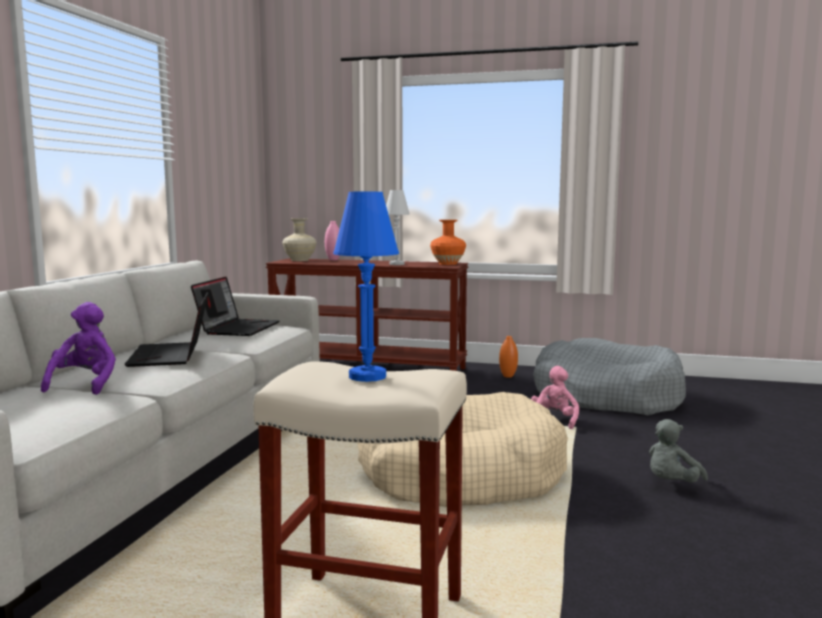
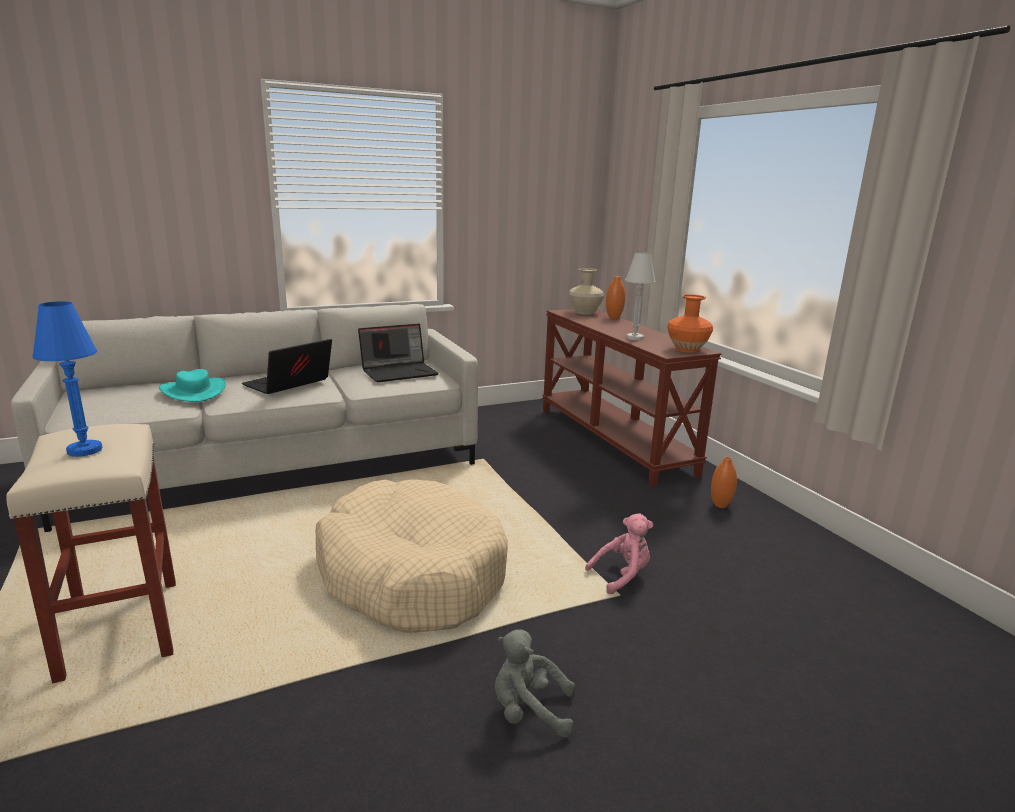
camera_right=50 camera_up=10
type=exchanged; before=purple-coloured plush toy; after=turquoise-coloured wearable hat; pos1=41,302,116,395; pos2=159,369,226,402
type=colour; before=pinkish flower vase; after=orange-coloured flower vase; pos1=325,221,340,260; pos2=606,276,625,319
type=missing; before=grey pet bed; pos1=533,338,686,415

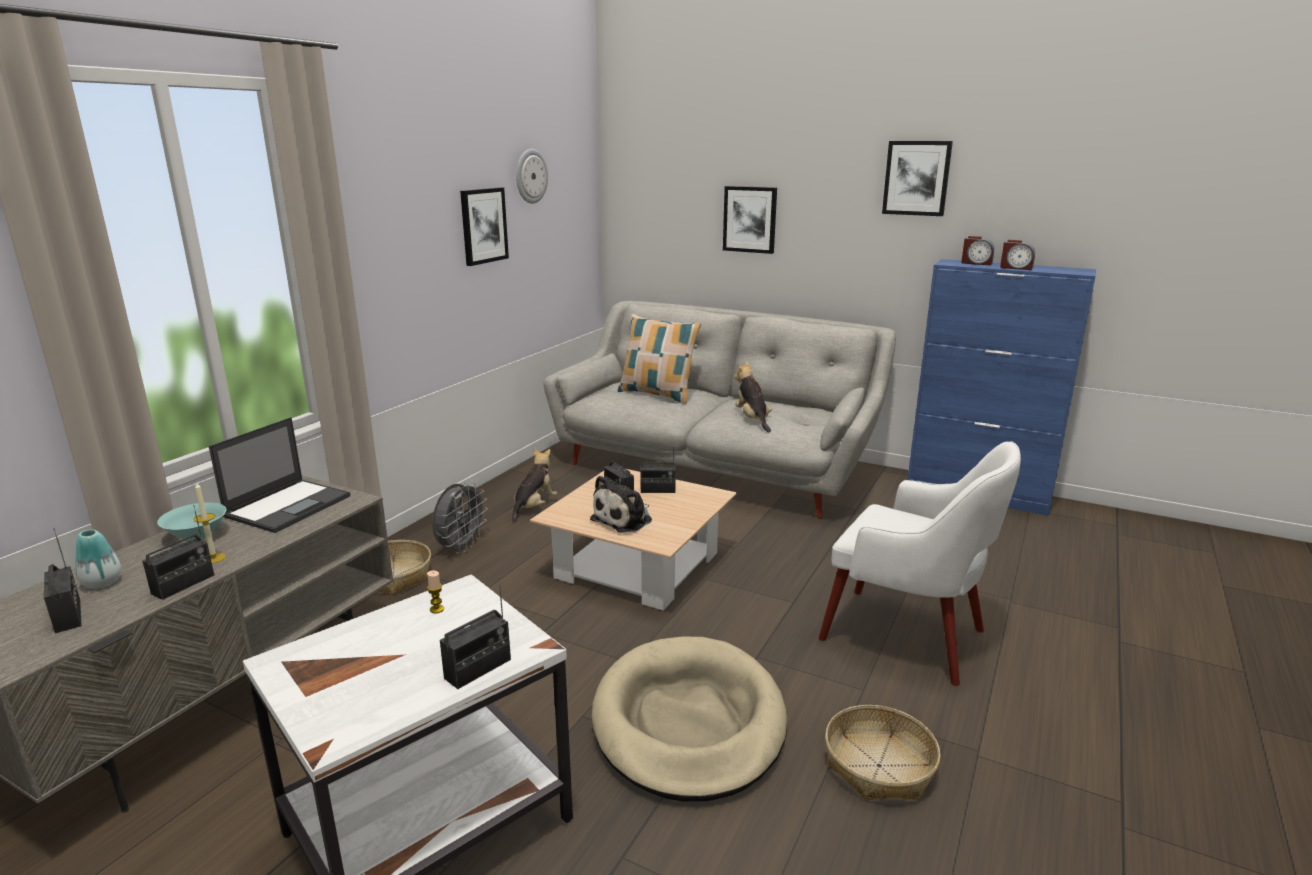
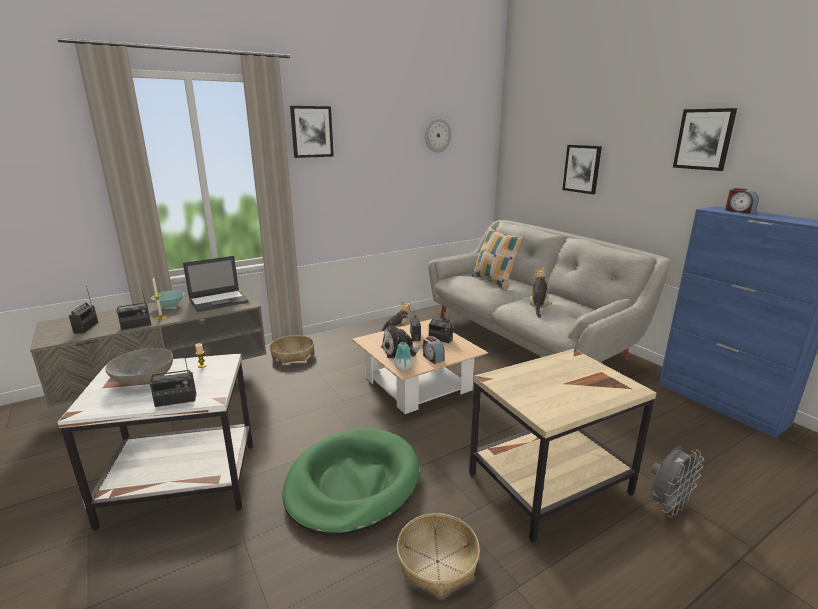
camera_right=30 camera_up=0
type=relocated; before=flower vase; pos1=75,529,121,589; pos2=394,342,412,371
type=relocated; before=grey fan; pos1=432,482,488,554; pos2=651,446,704,518
type=relocated; before=wall picture; pos1=460,187,509,266; pos2=290,106,334,158
type=colour; before=sand-coloured pet bed; after=green-coloured pet bed; pos1=592,637,787,801; pos2=282,428,419,536
type=exchanged; before=white easy chair; after=sand-coloured end table; pos1=819,441,1021,686; pos2=469,349,657,543
type=relocated; before=alarm clock; pos1=1000,240,1035,270; pos2=423,336,445,364
type=appeared; after=grey deep dish; pos2=106,348,173,385

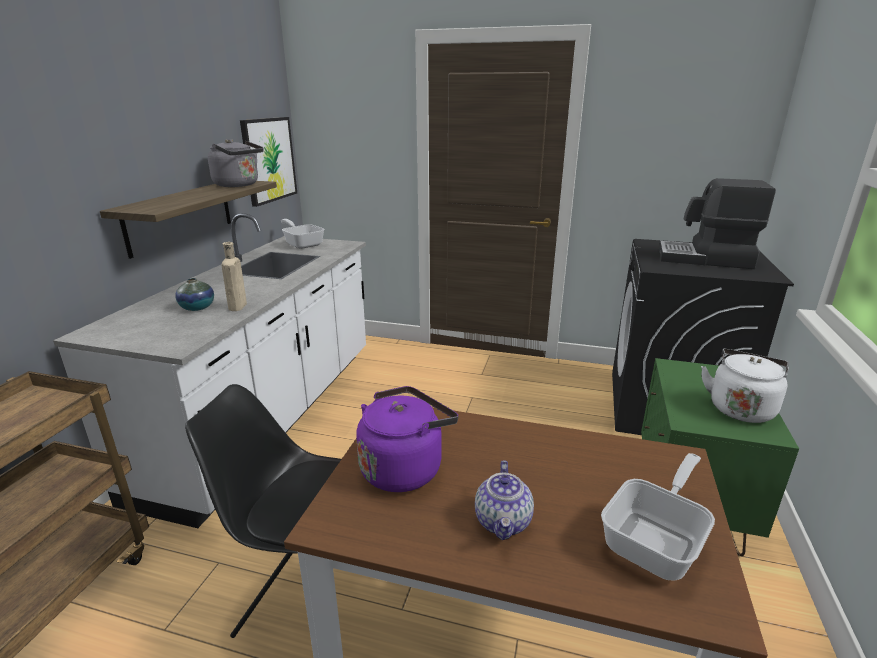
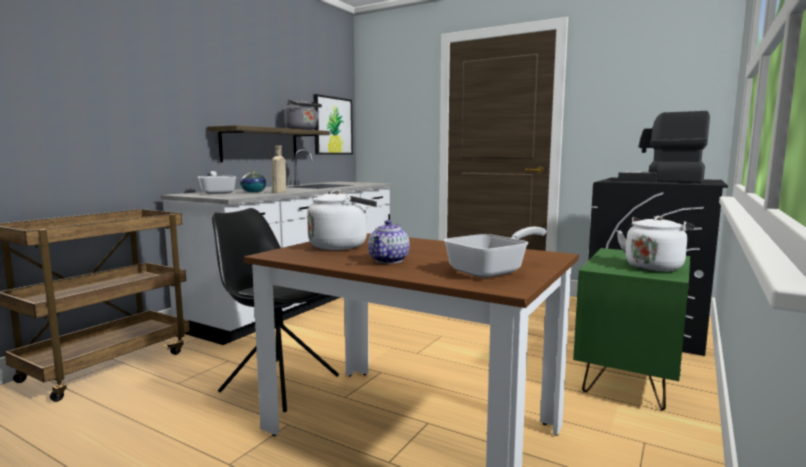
camera_right=15 camera_up=-15
type=relocated; before=skillet; pos1=281,219,325,249; pos2=198,171,236,194
type=colour; before=purple-coloured water kettle; after=white water kettle; pos1=356,386,458,492; pos2=307,190,377,250

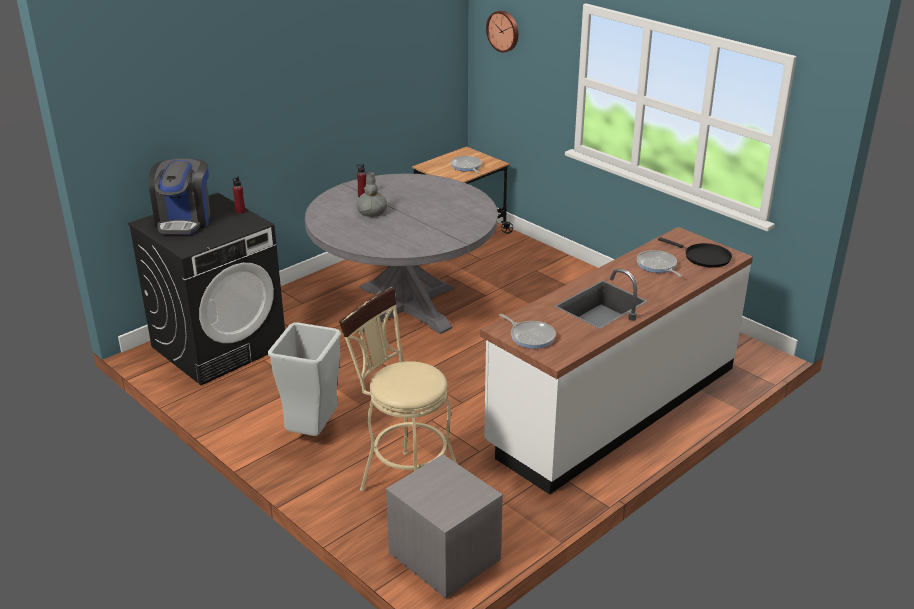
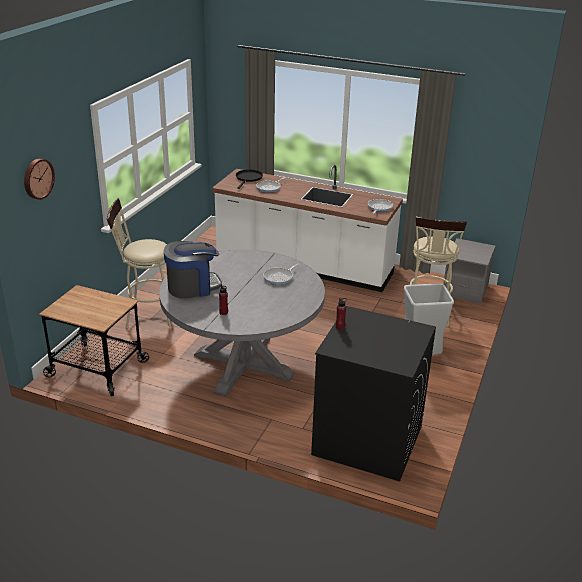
camera_right=-115 camera_up=0
type=relocated; before=coffee brewer; pos1=149,158,210,234; pos2=164,241,222,299
type=missing; before=grey flower vase; pos1=356,172,387,217
type=relocated; before=skillet; pos1=451,156,482,173; pos2=263,264,299,285
type=appeared; after=sand-coloured sitting stool; pos2=107,198,172,329

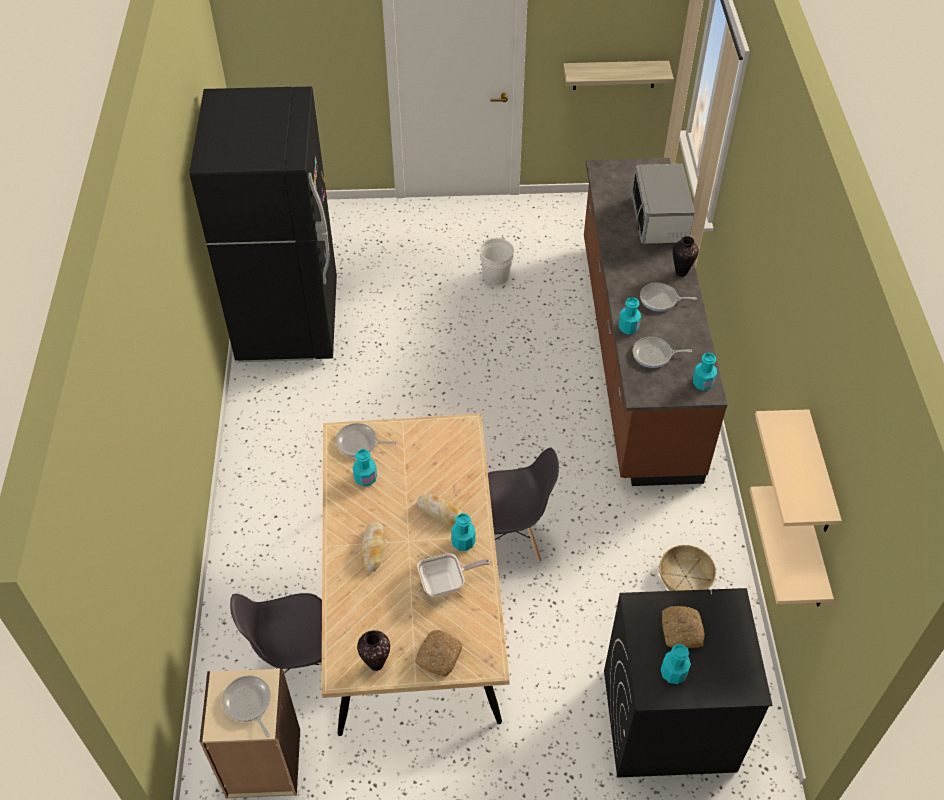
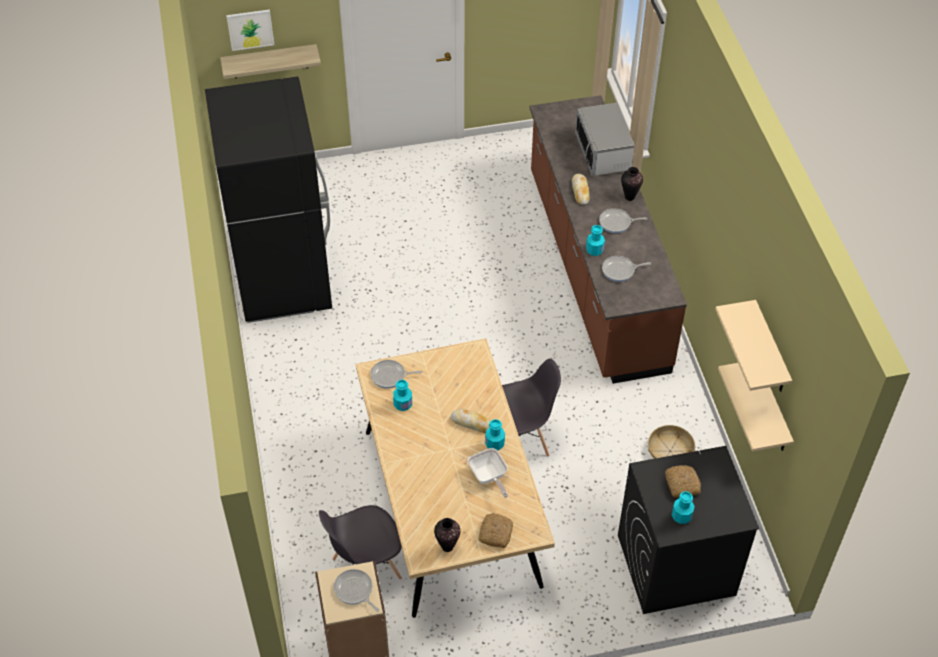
camera_right=-10 camera_up=0
type=relocated; before=baked bread; pos1=361,522,386,572; pos2=572,174,590,205
type=spun; before=skillet; pos1=417,553,490,597; pos2=468,448,508,498; turn=90
type=missing; before=white bucket; pos1=479,236,514,285
type=relocated; before=wall shelf; pos1=563,61,674,90; pos2=220,44,321,79
type=missing; before=turquoise-coloured beverage bottle; pos1=693,353,717,390
type=appeared; after=wall picture; pos2=226,10,274,51

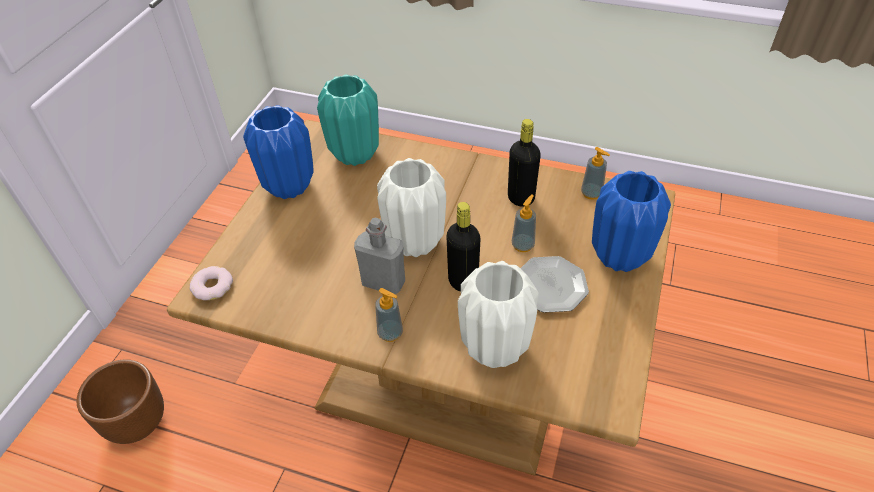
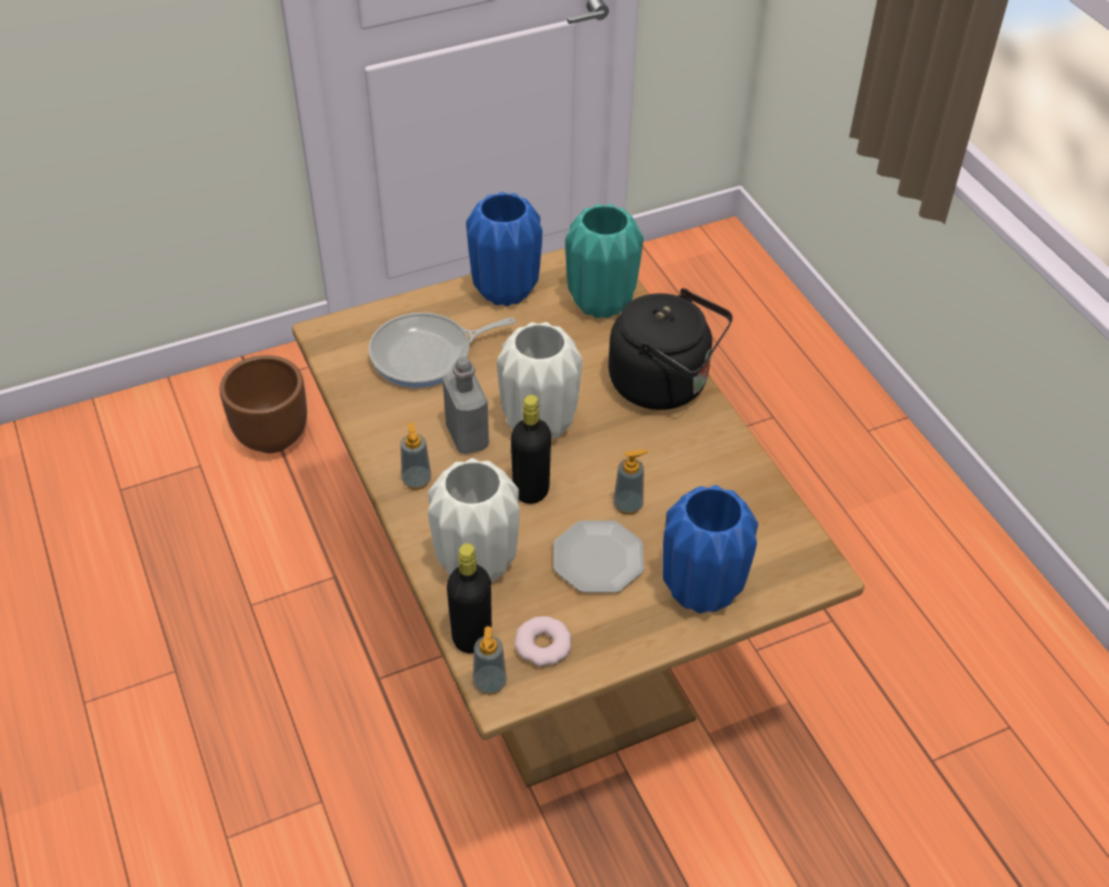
camera_right=45 camera_up=0
type=relocated; before=donut; pos1=190,266,233,300; pos2=515,616,571,667
type=relocated; before=blackish beverage bottle; pos1=508,119,541,207; pos2=447,543,492,653
type=relocated; before=liquid soap bottle; pos1=581,147,610,200; pos2=473,626,507,695
type=appeared; after=skillet; pos2=369,312,516,388
type=appeared; after=blackish water kettle; pos2=608,288,733,410

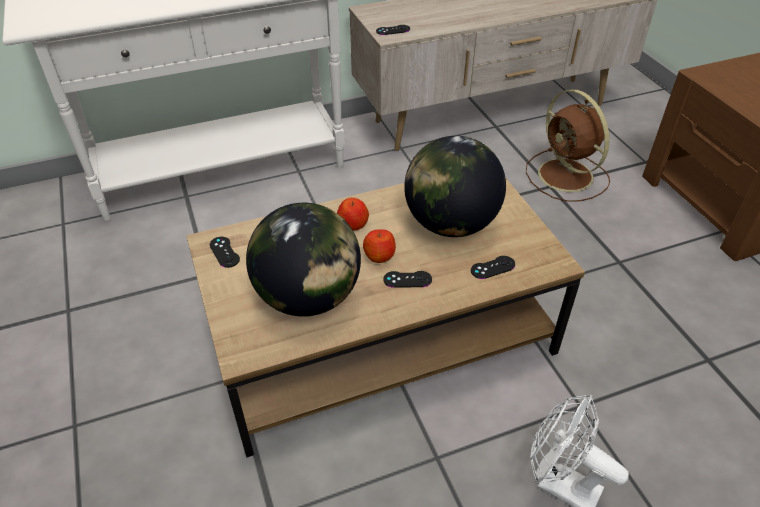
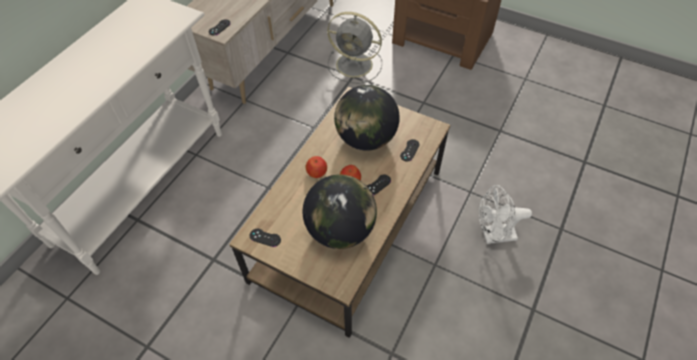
camera_right=-40 camera_up=10
type=colour; before=brown fan; after=grey fan; pos1=526,89,610,202; pos2=327,12,382,84

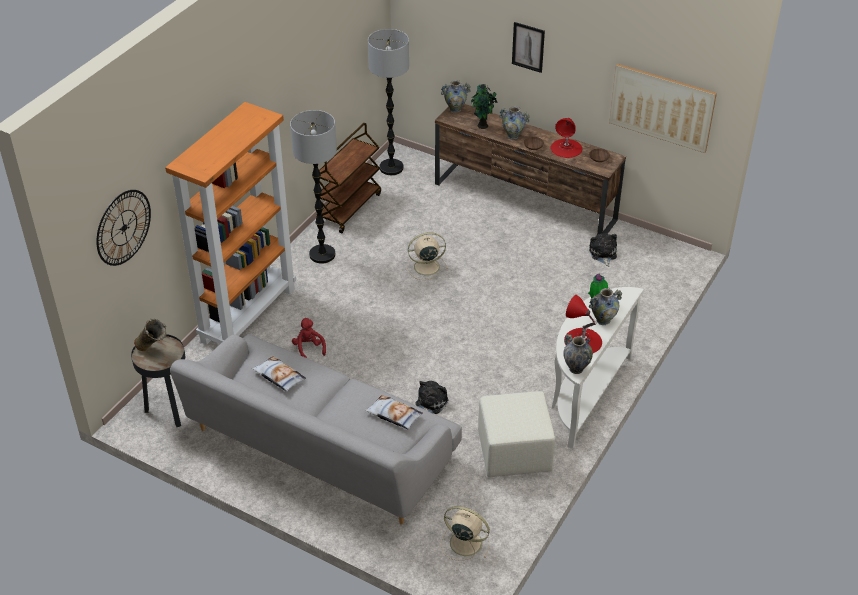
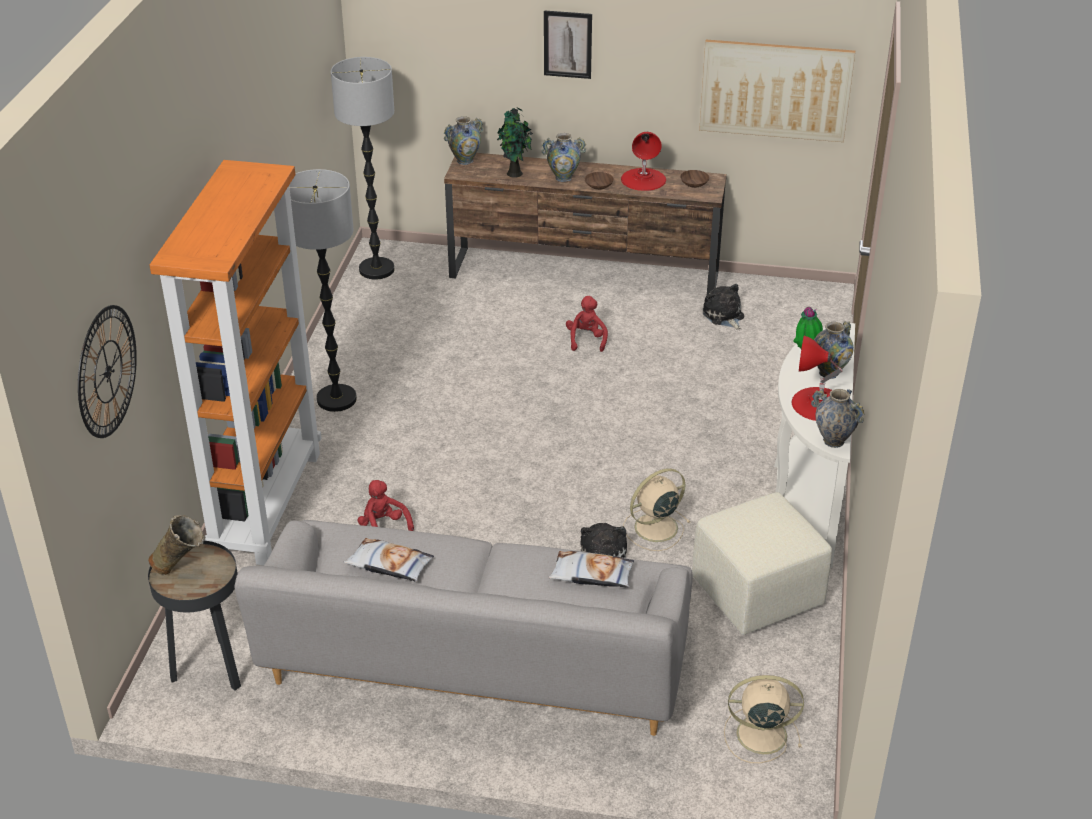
camera_right=-20 camera_up=-5
type=missing; before=brown wheeled cart; pos1=316,123,381,233
type=relocated; before=sand-coloured fan; pos1=407,232,448,280; pos2=623,468,691,551
type=appeared; after=red-coloured plush toy; pos2=566,296,608,352

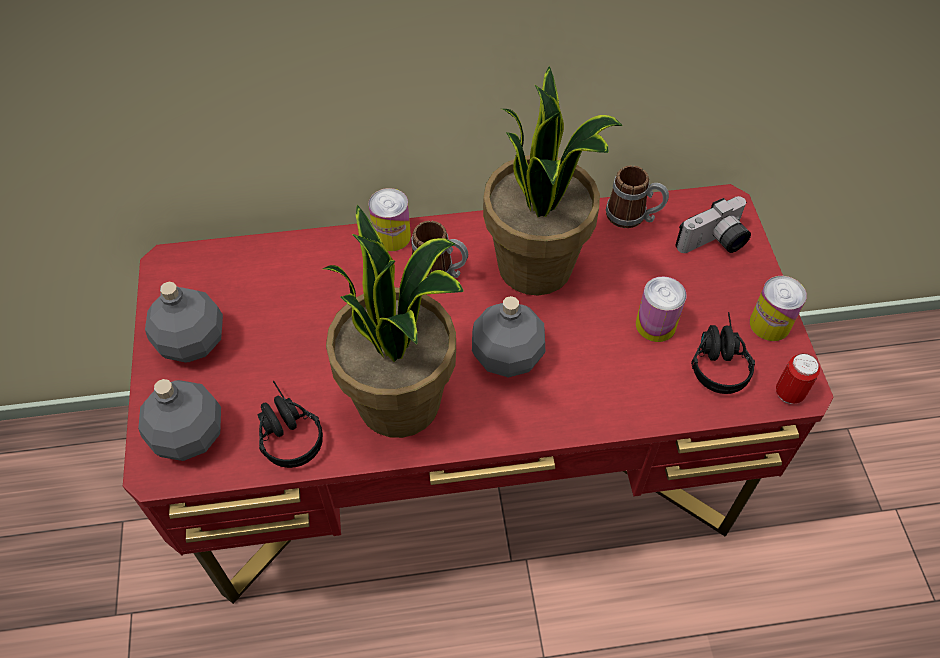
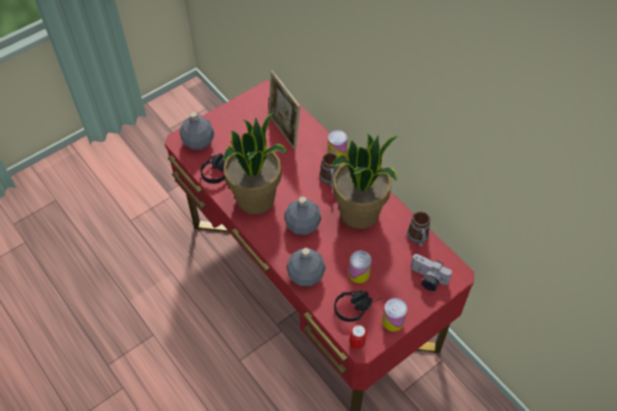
camera_right=60 camera_up=0
type=relocated; before=grey beverage bottle; pos1=145,282,223,363; pos2=287,248,326,286
type=appeared; after=photo frame; pos2=268,70,301,150

